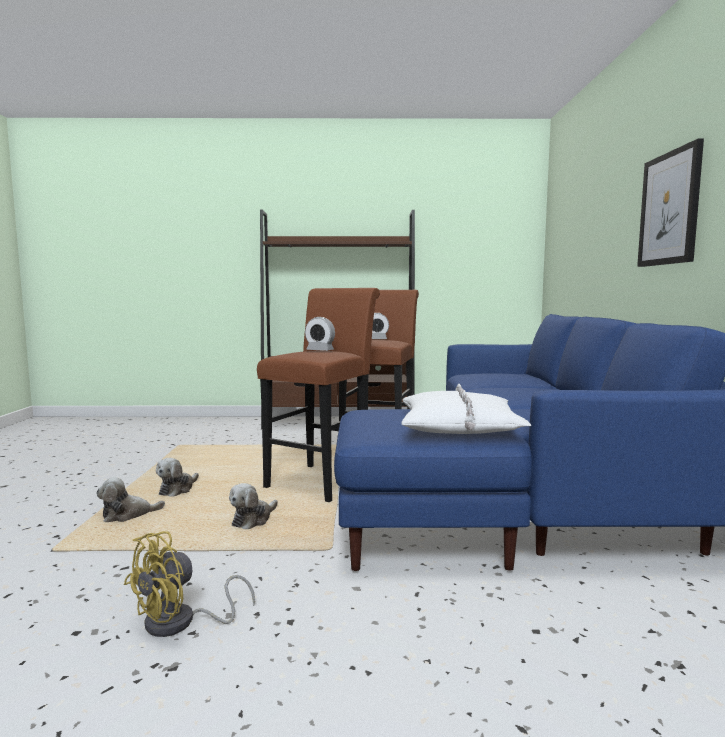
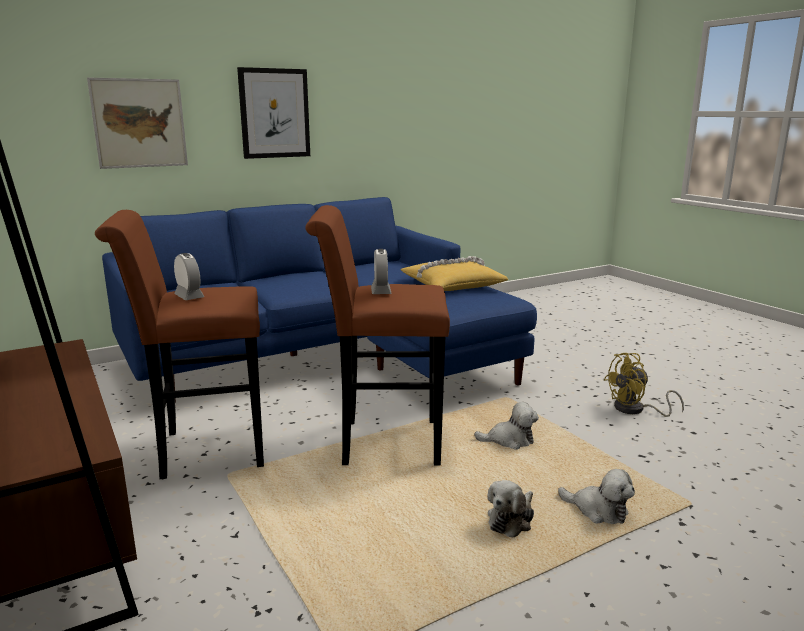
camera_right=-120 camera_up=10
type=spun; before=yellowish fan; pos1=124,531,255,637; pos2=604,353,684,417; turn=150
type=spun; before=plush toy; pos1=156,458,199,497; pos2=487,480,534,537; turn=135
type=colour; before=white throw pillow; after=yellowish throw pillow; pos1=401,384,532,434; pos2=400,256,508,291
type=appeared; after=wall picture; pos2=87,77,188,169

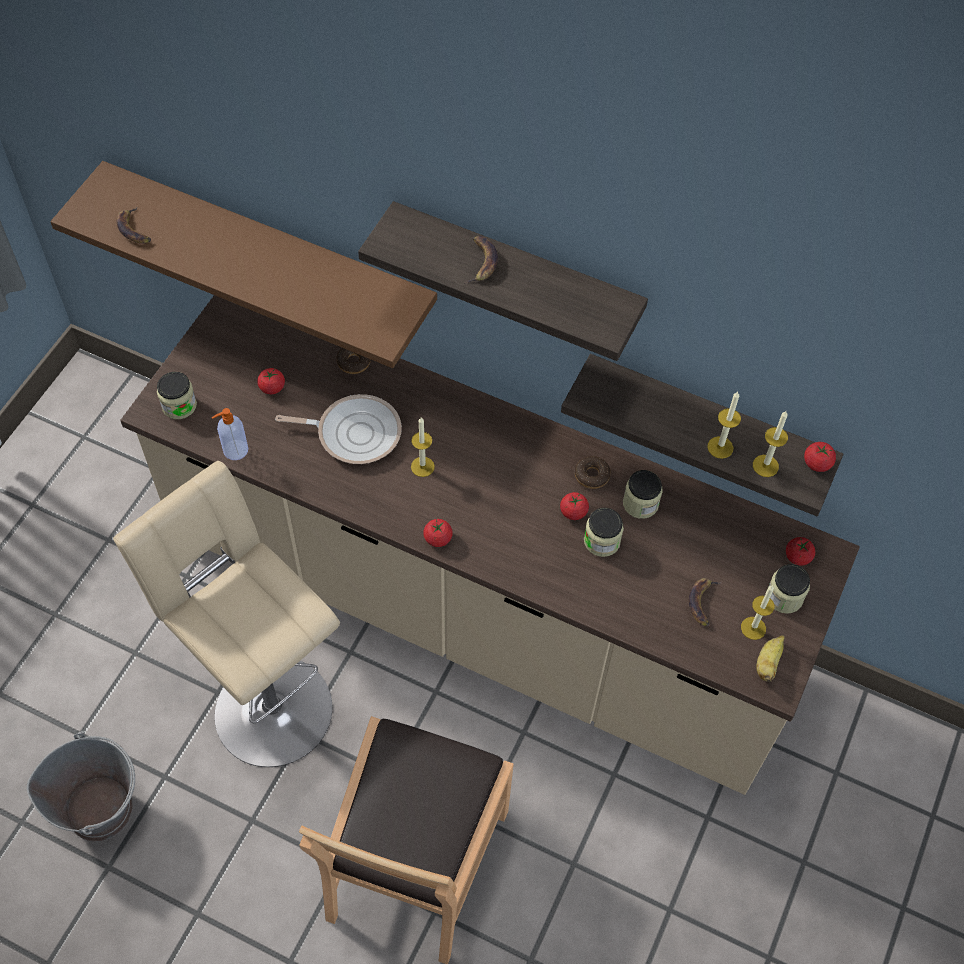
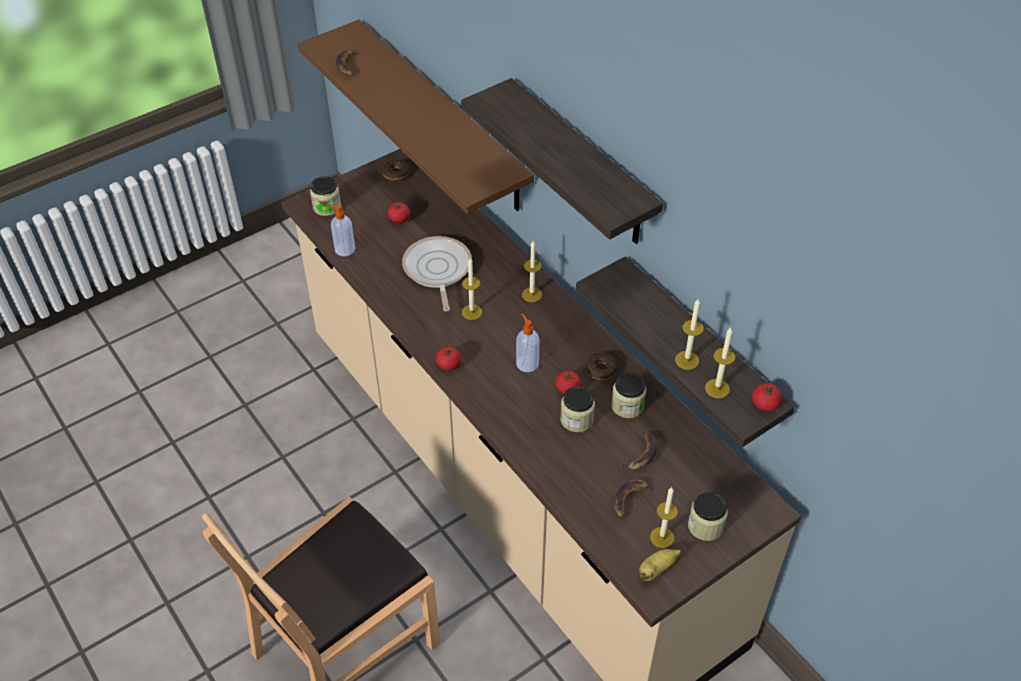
camera_right=30 camera_up=-10
type=missing; before=grey bucket; pos1=27,731,135,841
type=missing; before=sand-coloured sitting stool; pos1=113,461,340,767
type=spun; before=skillet; pos1=275,394,402,464; pos2=402,236,472,312; turn=-135
type=relocated; before=donut; pos1=336,348,371,374; pos2=382,159,409,181
type=relocated; before=banana; pos1=465,236,498,284; pos2=618,432,657,470
type=missing; before=tomato; pos1=786,537,815,565
type=appeared; after=liquid soap bottle; pos2=516,313,540,373
type=appeared; after=candle; pos2=522,241,542,302

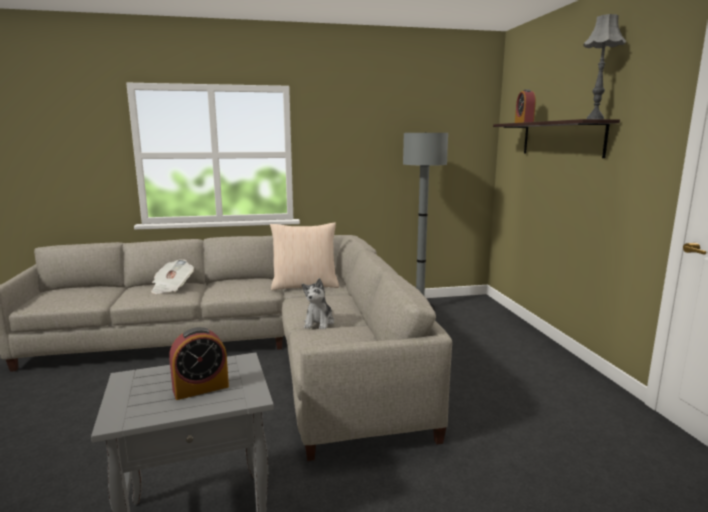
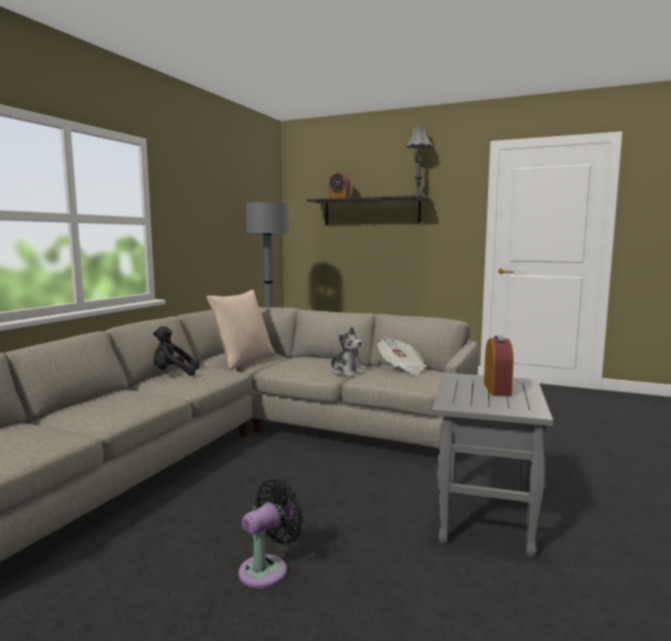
camera_right=-55 camera_up=-5
type=relocated; before=newspaper; pos1=151,259,194,294; pos2=377,337,427,375
type=appeared; after=blackish plush toy; pos2=153,326,199,376
type=appeared; after=blackish fan; pos2=238,479,304,588

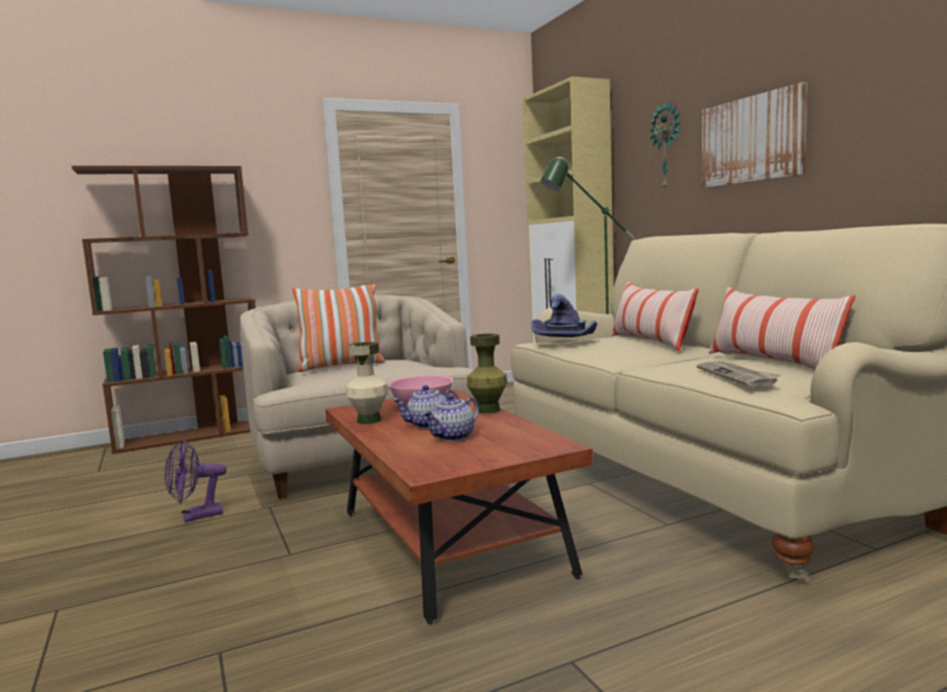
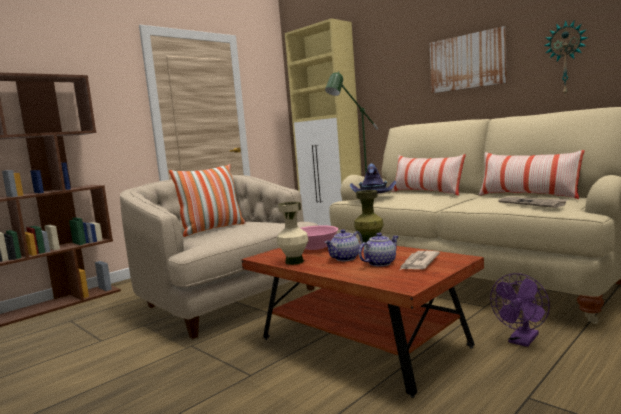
camera_right=-20 camera_up=0
type=relocated; before=purple-coloured fan; pos1=165,439,227,522; pos2=490,273,550,347
type=spun; before=teapot; pos1=423,395,479,441; pos2=359,233,399,267; turn=-150
type=relocated; before=hanging clock; pos1=649,101,681,188; pos2=544,20,589,95
type=appeared; after=newspaper; pos2=400,251,440,270

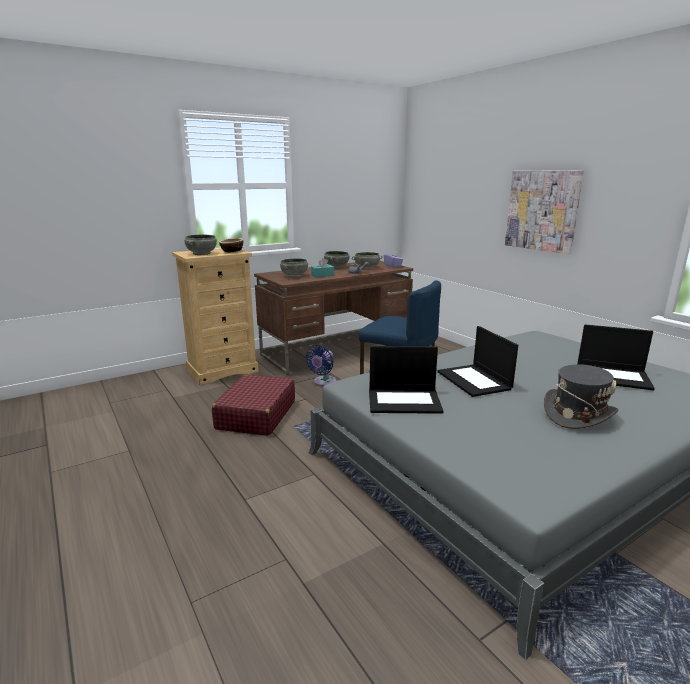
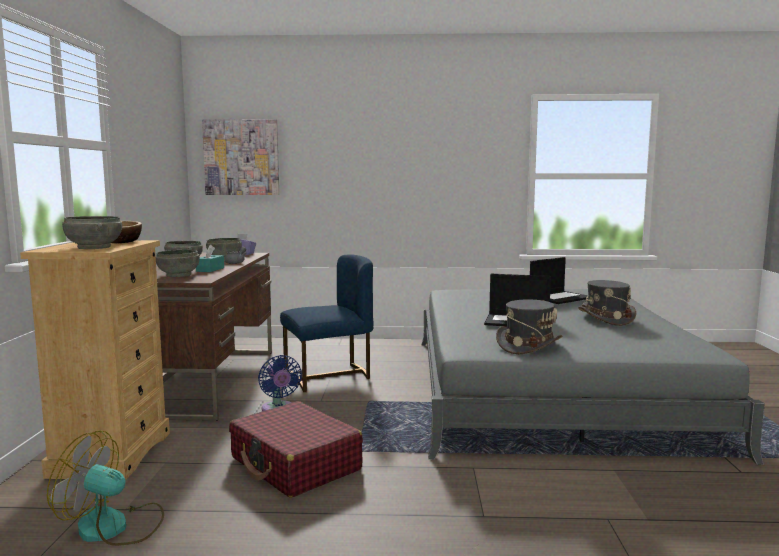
camera_right=-55 camera_up=-10
type=exchanged; before=laptop; after=grey wearable hat; pos1=369,346,443,414; pos2=496,299,562,354
type=relocated; before=wall picture; pos1=505,170,584,254; pos2=202,119,279,195
type=appeared; after=fan; pos2=47,430,164,546

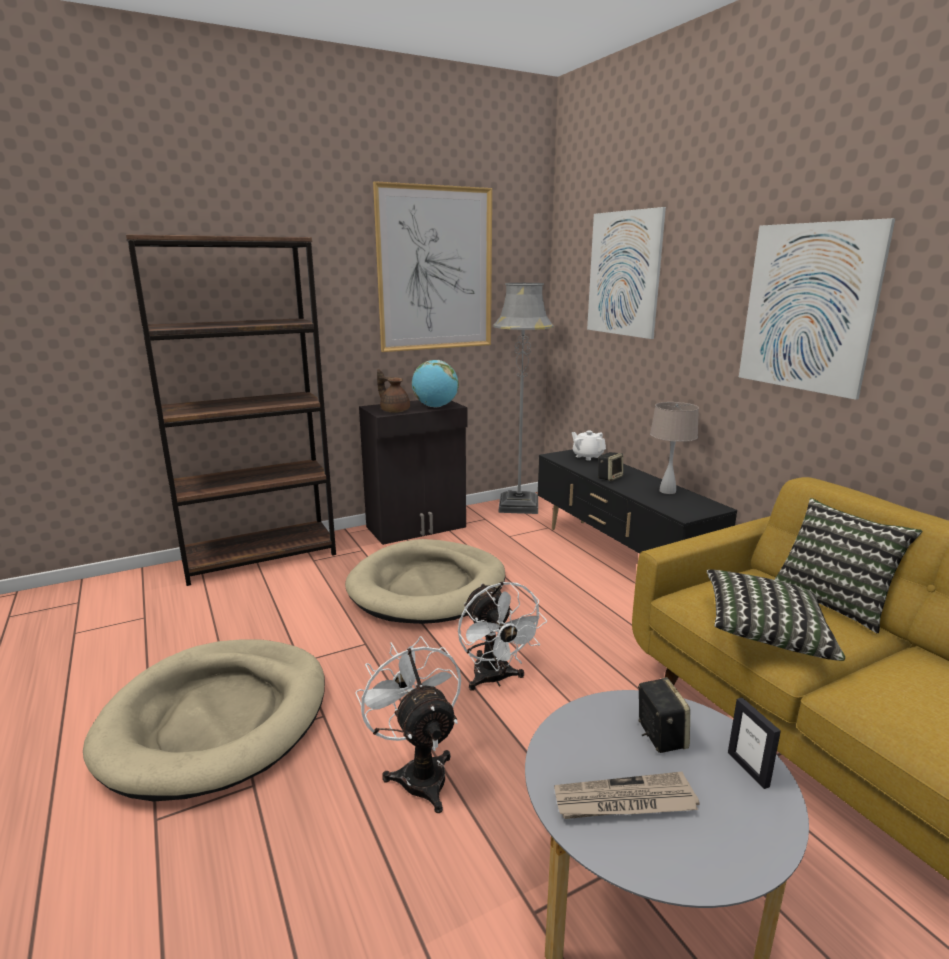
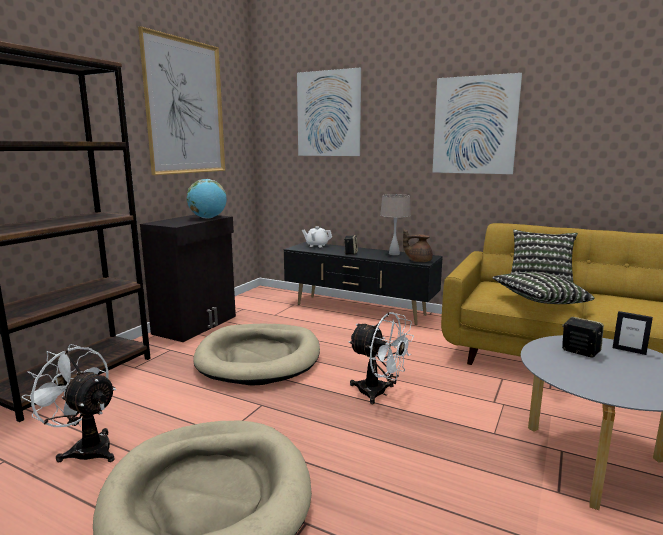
camera_right=-35 camera_up=-5
type=relocated; before=white fan; pos1=355,636,461,813; pos2=21,344,116,463
type=relocated; before=brown teapot; pos1=377,369,410,413; pos2=403,230,433,262
type=missing; before=grey standard lamp; pos1=493,283,554,514
type=missing; before=newspaper; pos1=554,772,700,819

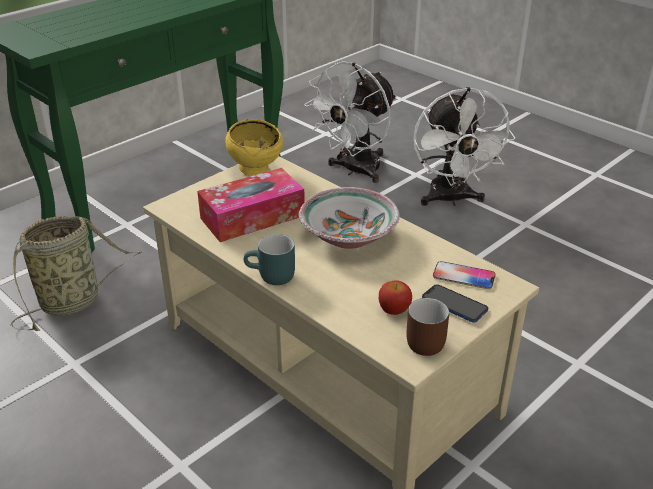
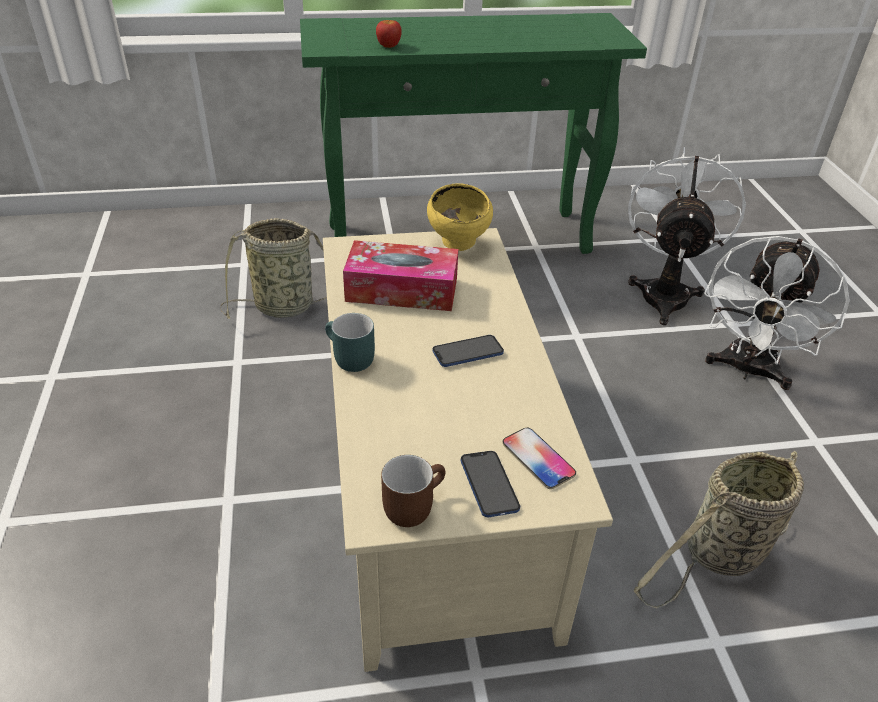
camera_right=35 camera_up=5
type=exchanged; before=deep dish; after=phone; pos1=299,187,400,249; pos2=433,335,504,367
type=spun; before=white fan; pos1=304,61,396,183; pos2=628,147,746,325; turn=120
type=relocated; before=apple; pos1=379,281,412,315; pos2=376,20,402,48
type=appeared; after=storage basket; pos2=634,451,804,608

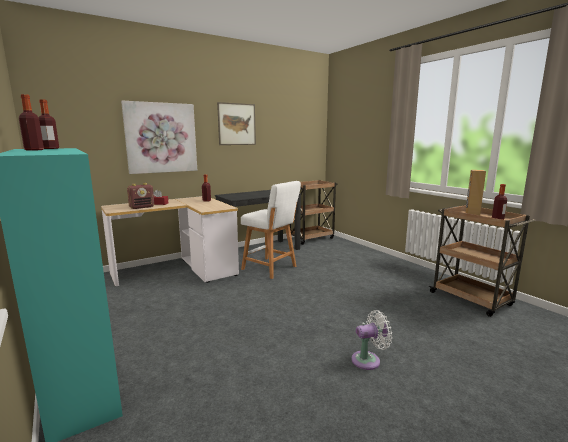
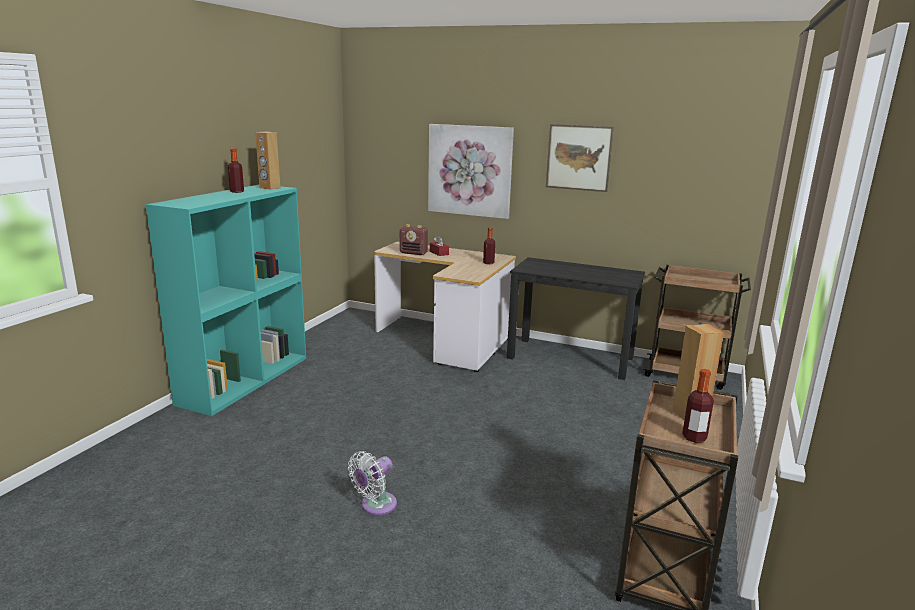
camera_right=55 camera_up=5
type=exchanged; before=beverage bottle; after=brown speaker; pos1=38,99,59,149; pos2=255,132,281,190
type=missing; before=white sitting stool; pos1=241,181,301,279
type=spun; before=white fan; pos1=352,310,392,370; pos2=348,451,397,515; turn=90

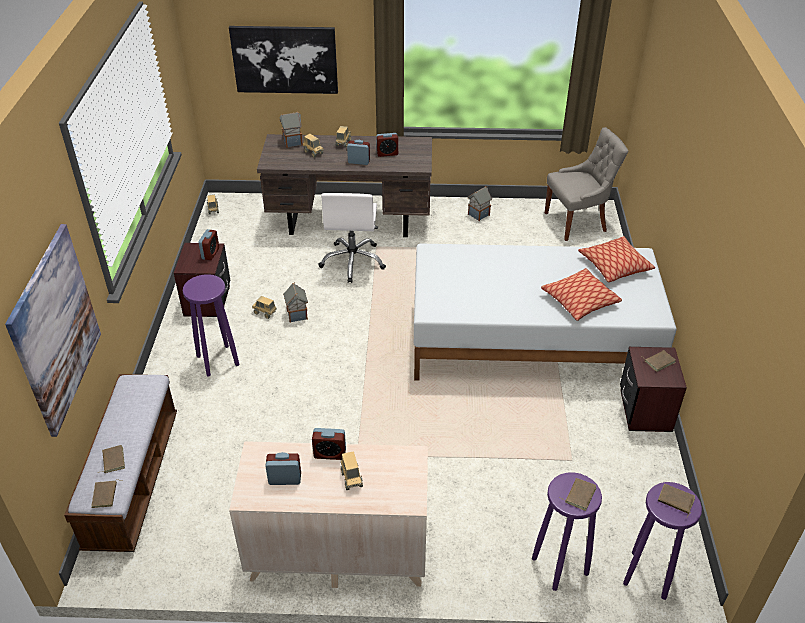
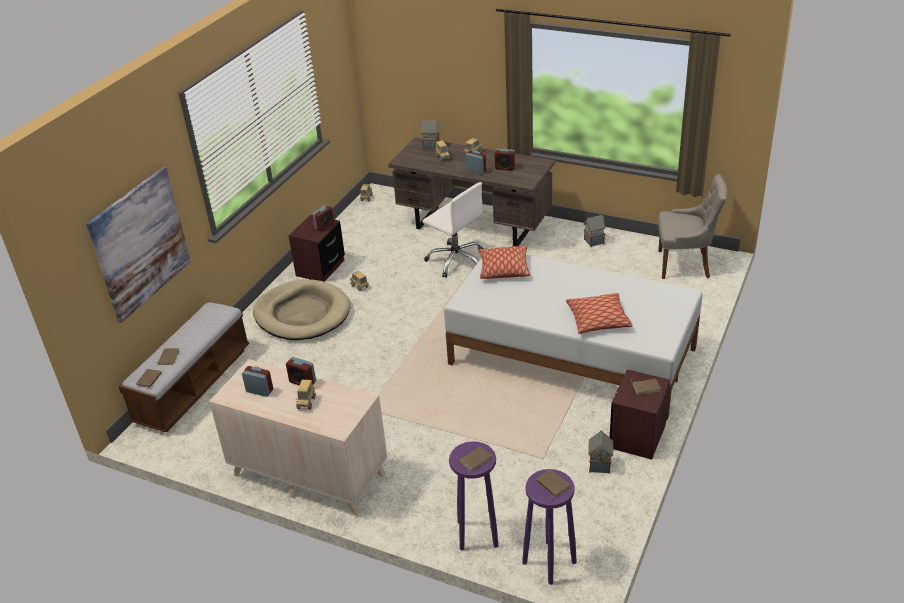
camera_right=25 camera_up=-5
type=exchanged; before=purple-coloured sitting stool; after=sand-coloured pet bed; pos1=183,274,239,377; pos2=253,280,351,340
type=missing; before=wall picture; pos1=229,26,338,94
type=relocated; before=miniature house; pos1=283,282,308,323; pos2=588,430,613,474
type=spun; before=white desk chair; pos1=318,193,386,283; pos2=423,182,484,278; turn=-75
type=relocated; before=throw pillow; pos1=578,236,655,282; pos2=478,246,530,279

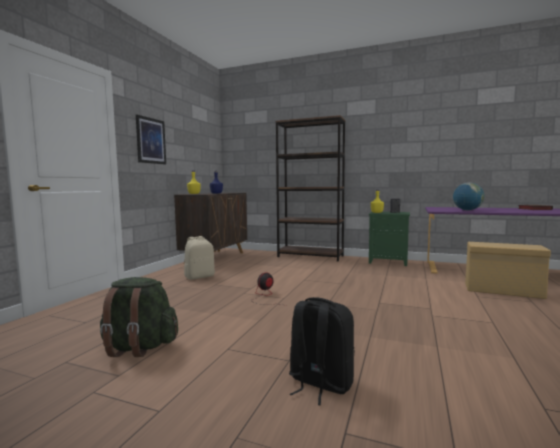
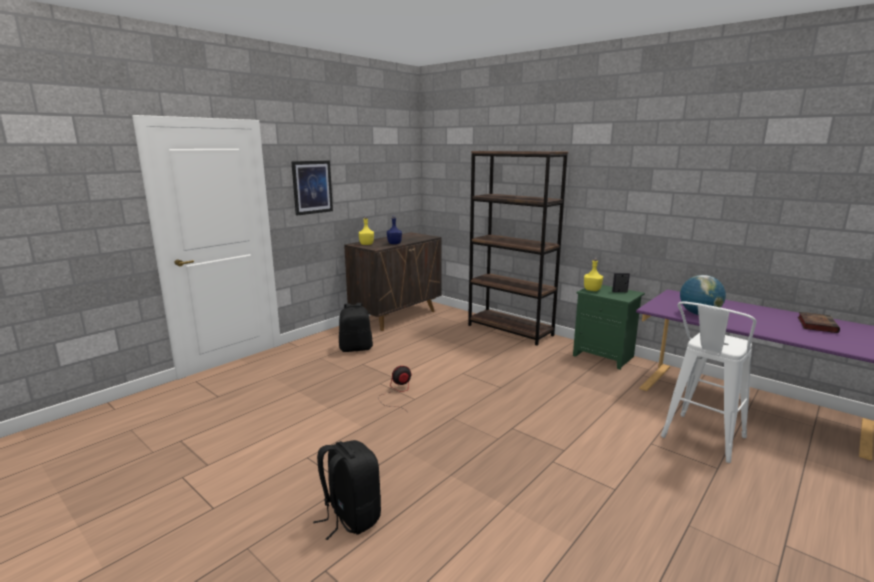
camera_right=20 camera_up=10
type=missing; before=green-coloured backpack; pos1=100,277,178,357
type=colour; before=sand-coloured backpack; after=blackish backpack; pos1=184,236,215,280; pos2=339,303,373,352
type=exchanged; before=sand-coloured storage container; after=white sitting stool; pos1=465,242,551,299; pos2=661,301,757,463

